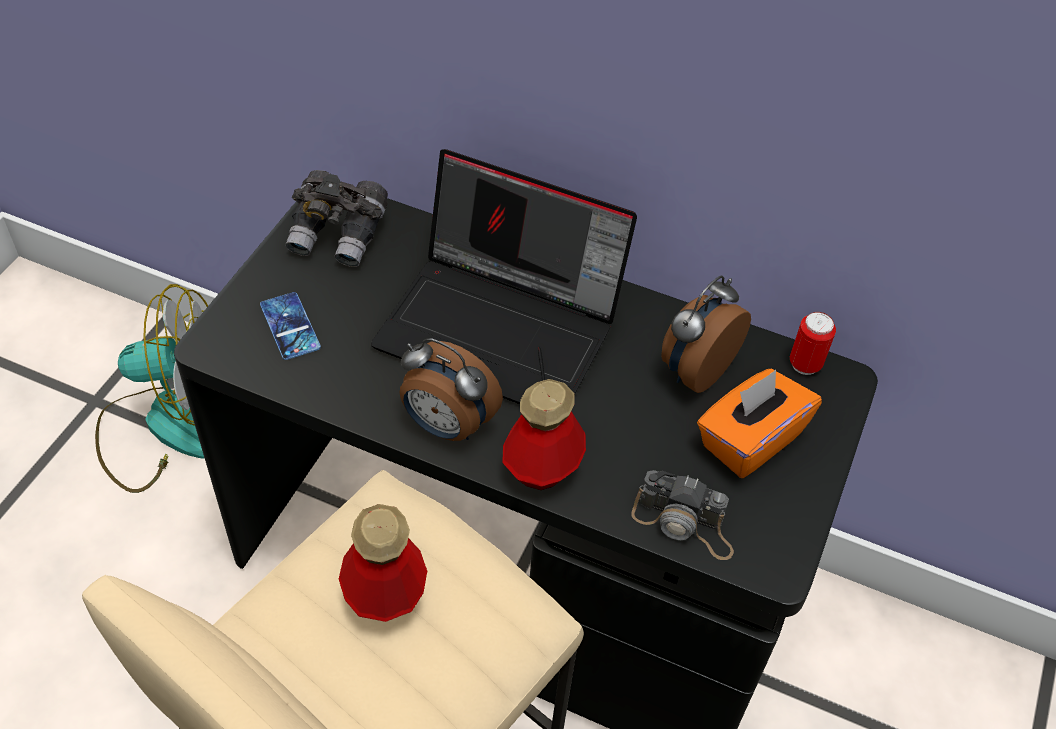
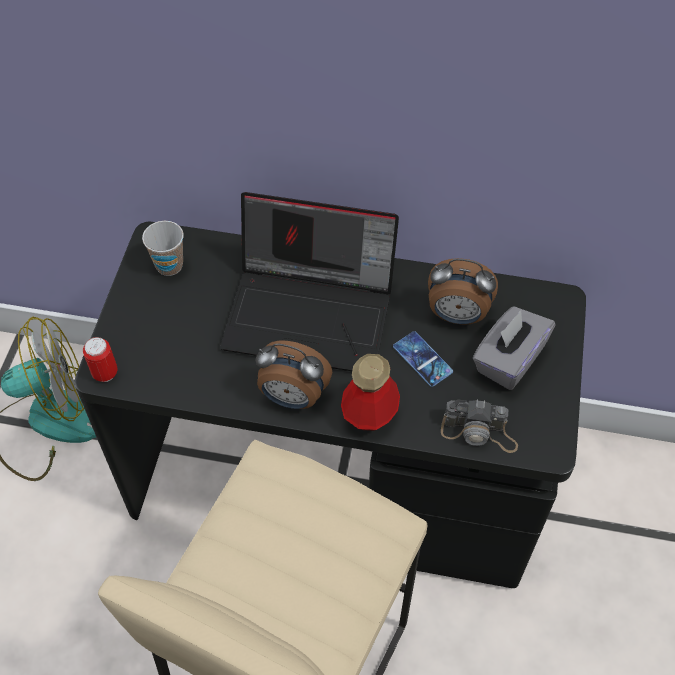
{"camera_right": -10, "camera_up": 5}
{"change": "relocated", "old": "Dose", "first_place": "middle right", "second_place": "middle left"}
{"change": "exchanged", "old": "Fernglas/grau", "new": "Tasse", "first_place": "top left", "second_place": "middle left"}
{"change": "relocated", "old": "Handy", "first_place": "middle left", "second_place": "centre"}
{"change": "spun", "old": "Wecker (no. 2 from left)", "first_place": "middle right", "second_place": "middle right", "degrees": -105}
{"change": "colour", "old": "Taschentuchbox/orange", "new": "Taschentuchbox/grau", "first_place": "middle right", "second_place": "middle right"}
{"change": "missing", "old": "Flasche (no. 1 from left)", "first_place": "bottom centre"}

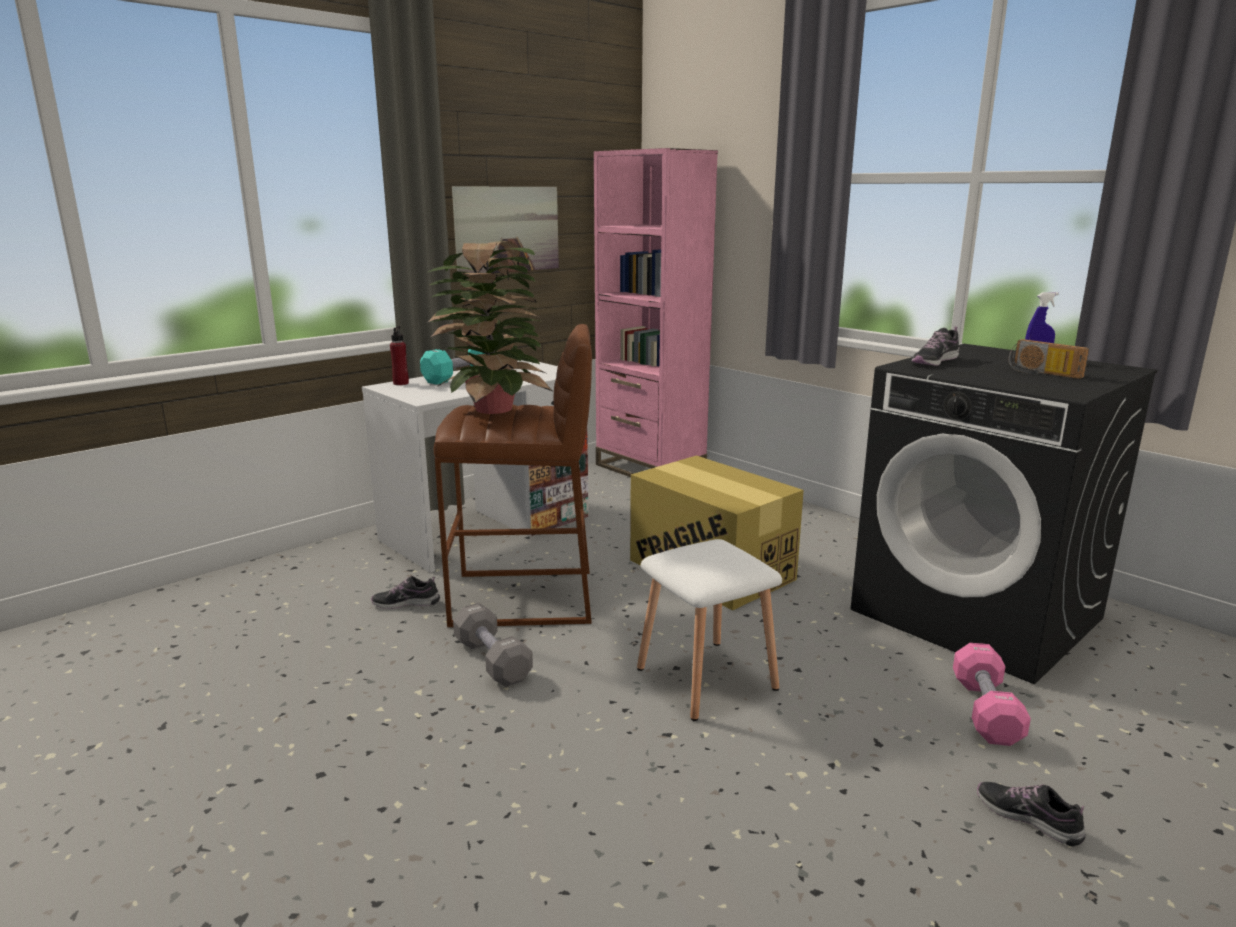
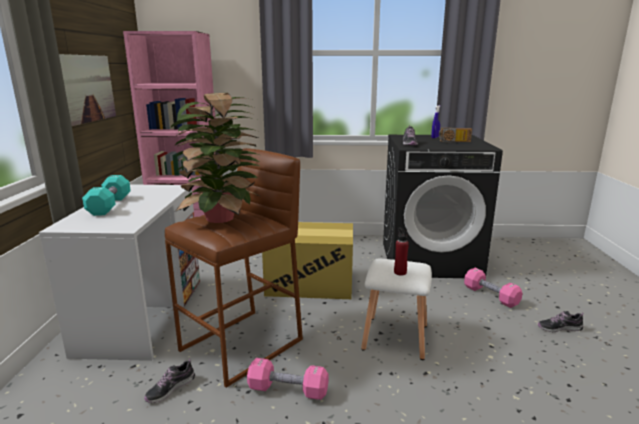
{"camera_right": -45, "camera_up": 0}
{"change": "colour", "old": "Hantel/grau", "new": "Hantel/rosa (no. 1 from left)", "first_place": "bottom centre", "second_place": "bottom centre"}
{"change": "relocated", "old": "Flasche/rot", "first_place": "middle left", "second_place": "centre"}

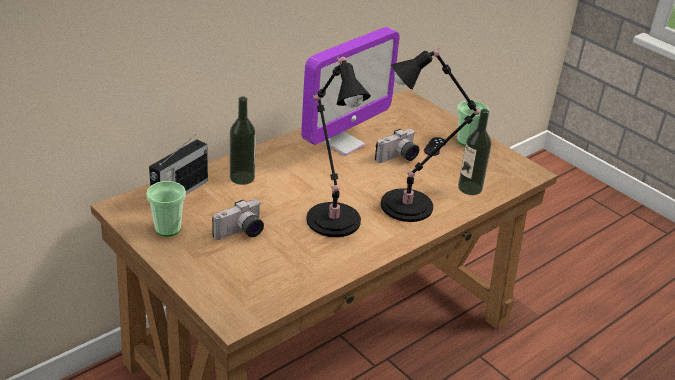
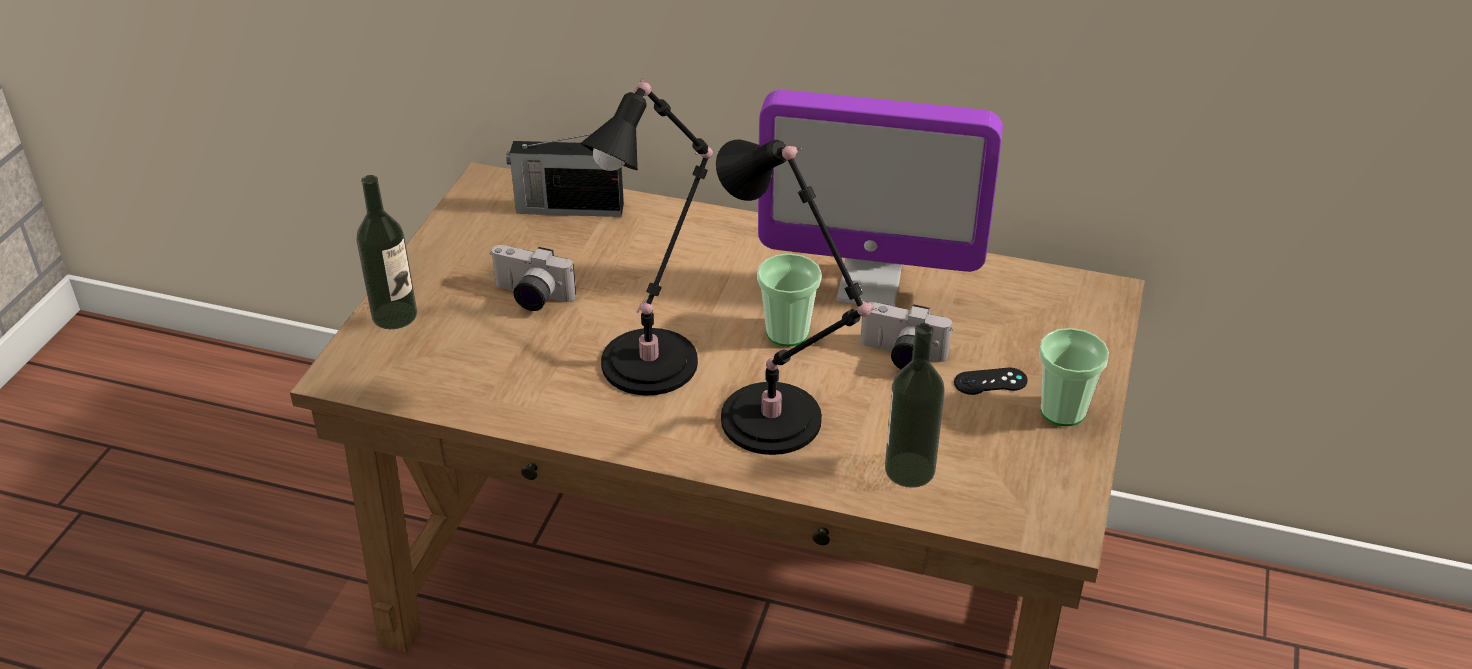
{"camera_right": 60, "camera_up": 5}
{"change": "relocated", "old": "Flasche (no. 1 from left)", "first_place": "centre", "second_place": "middle left"}
{"change": "relocated", "old": "Tasse (no. 1 from left)", "first_place": "middle left", "second_place": "centre"}

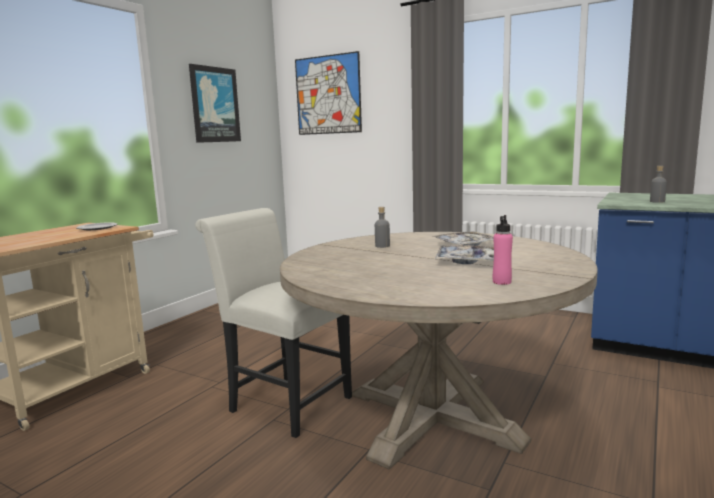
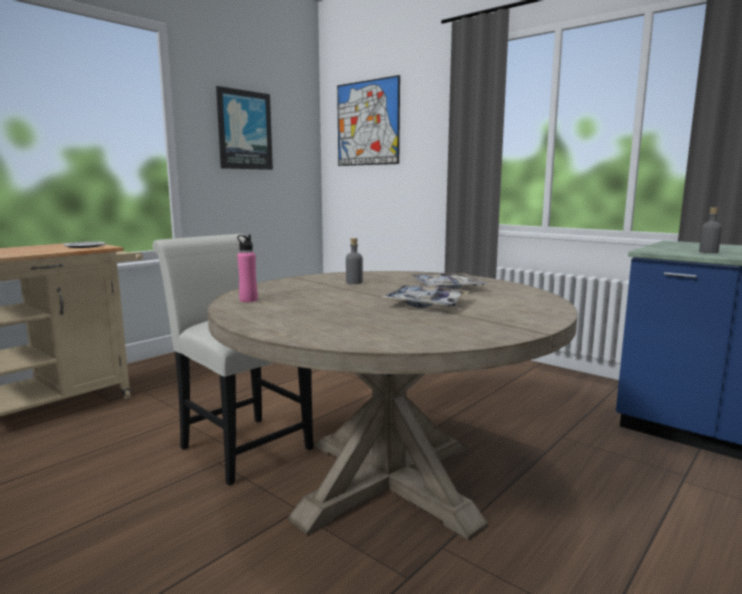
{"camera_right": 10, "camera_up": 0}
{"change": "relocated", "old": "Flasche/rosa", "first_place": "middle right", "second_place": "middle left"}

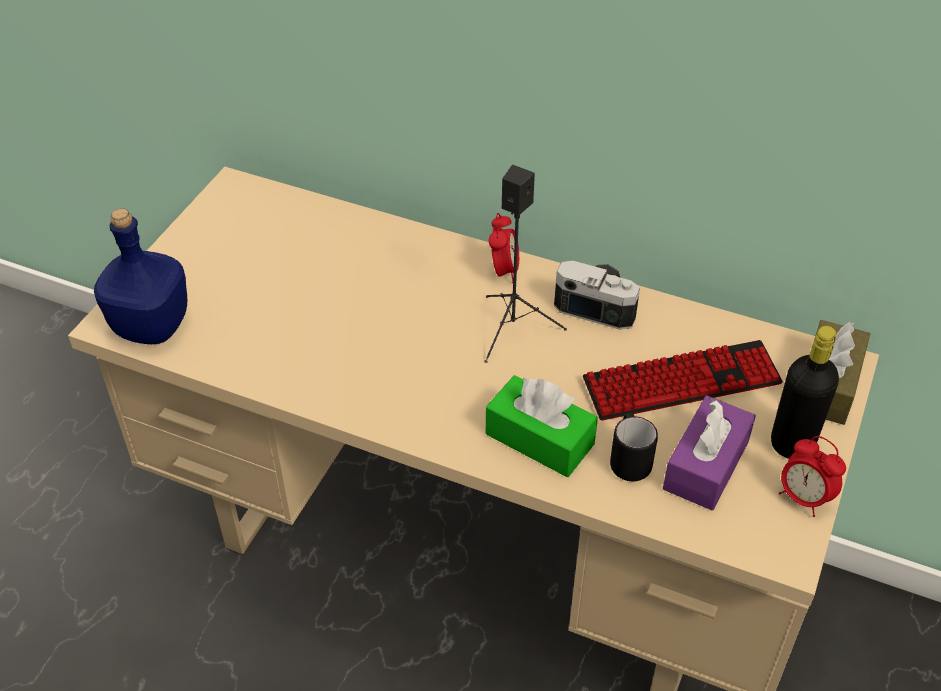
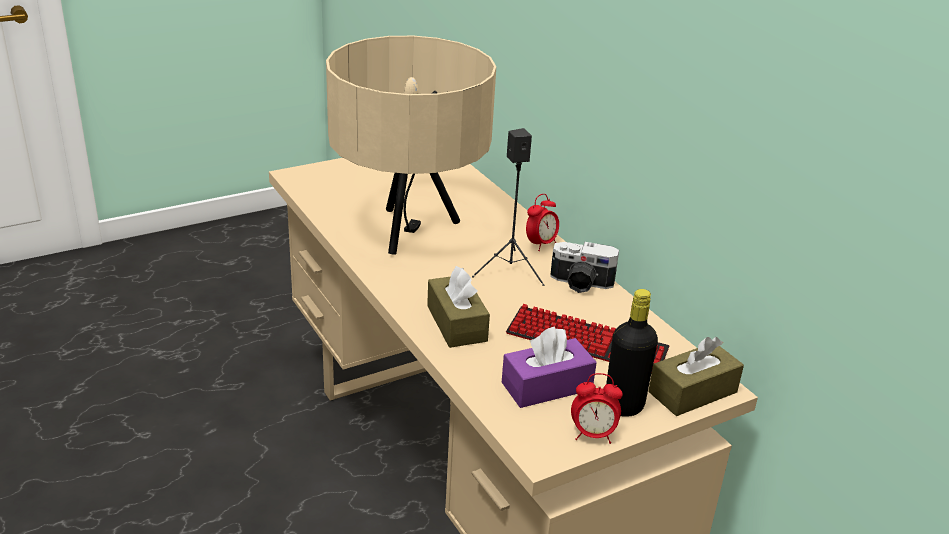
{"camera_right": 35, "camera_up": -15}
{"change": "appeared", "new": "Tischlampe/beige", "second_place": "top centre"}
{"change": "colour", "old": "Taschentuchbox/grün", "new": "Taschentuchbox/braun (no. 1 from left)", "first_place": "centre", "second_place": "centre"}
{"change": "spun", "old": "Kamera", "first_place": "centre", "second_place": "centre", "degrees": 135}
{"change": "spun", "old": "Wecker (no. 2 from left)", "first_place": "bottom right", "second_place": "bottom centre", "degrees": -75}
{"change": "missing", "old": "Flasche/blau", "first_place": "middle left"}
{"change": "missing", "old": "Henkelbecher/schwarz", "first_place": "middle right"}

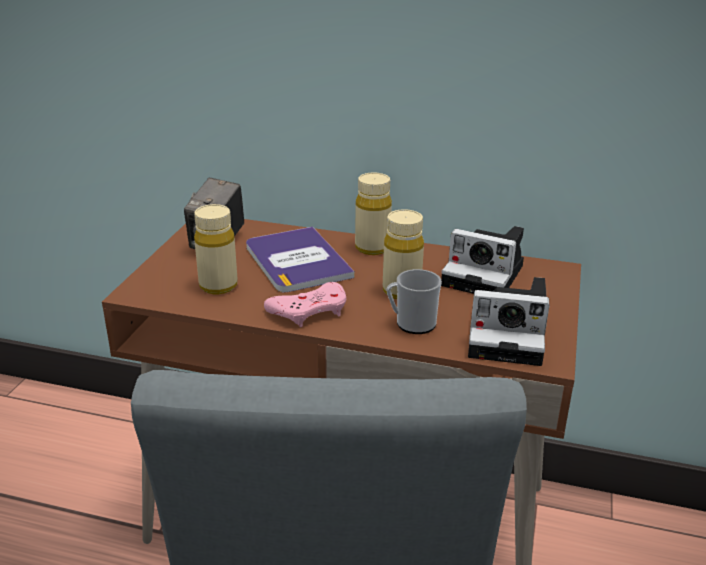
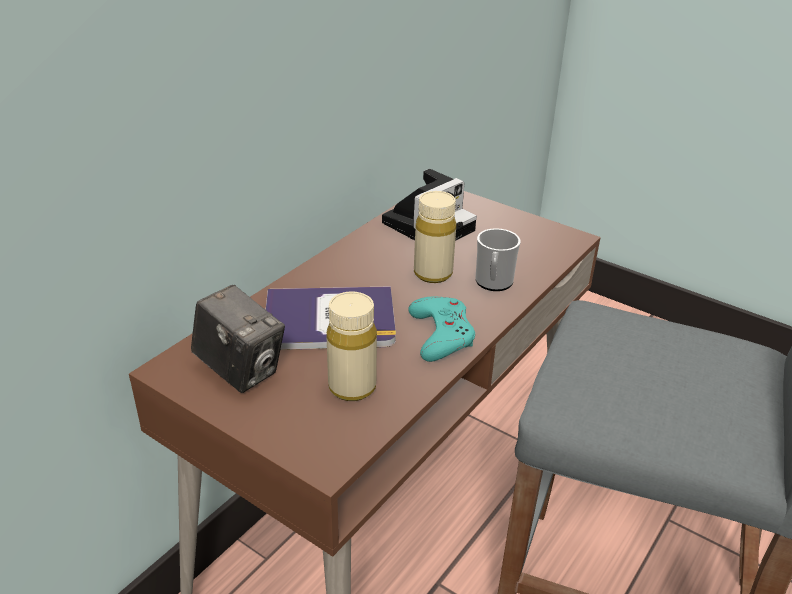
{"camera_right": -70, "camera_up": 5}
{"change": "colour", "old": "Gamepad/rosa", "new": "Gamepad/türkis", "first_place": "centre", "second_place": "centre"}
{"change": "missing", "old": "Flasche/beige (no. 2 from left)", "first_place": "centre"}
{"change": "missing", "old": "Kamera (no. 3 from left)", "first_place": "middle right"}

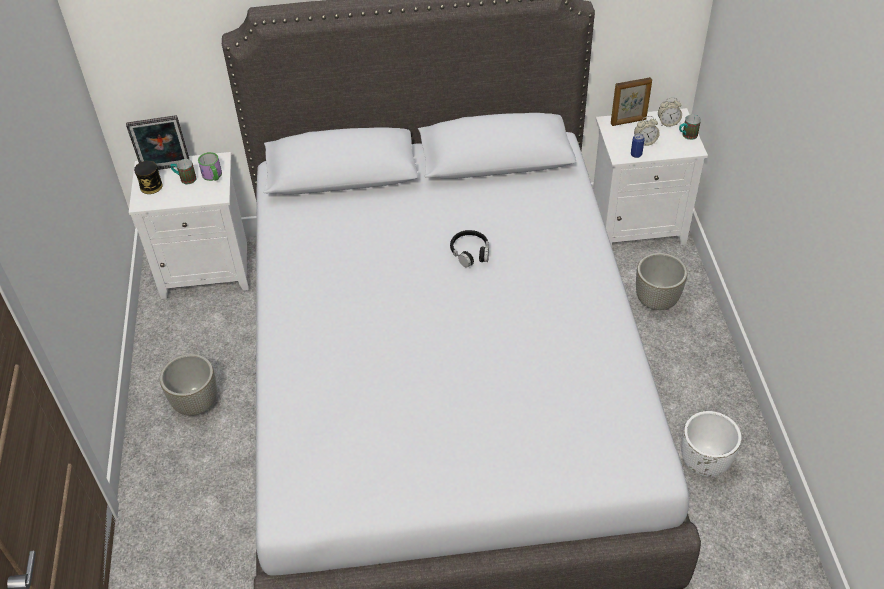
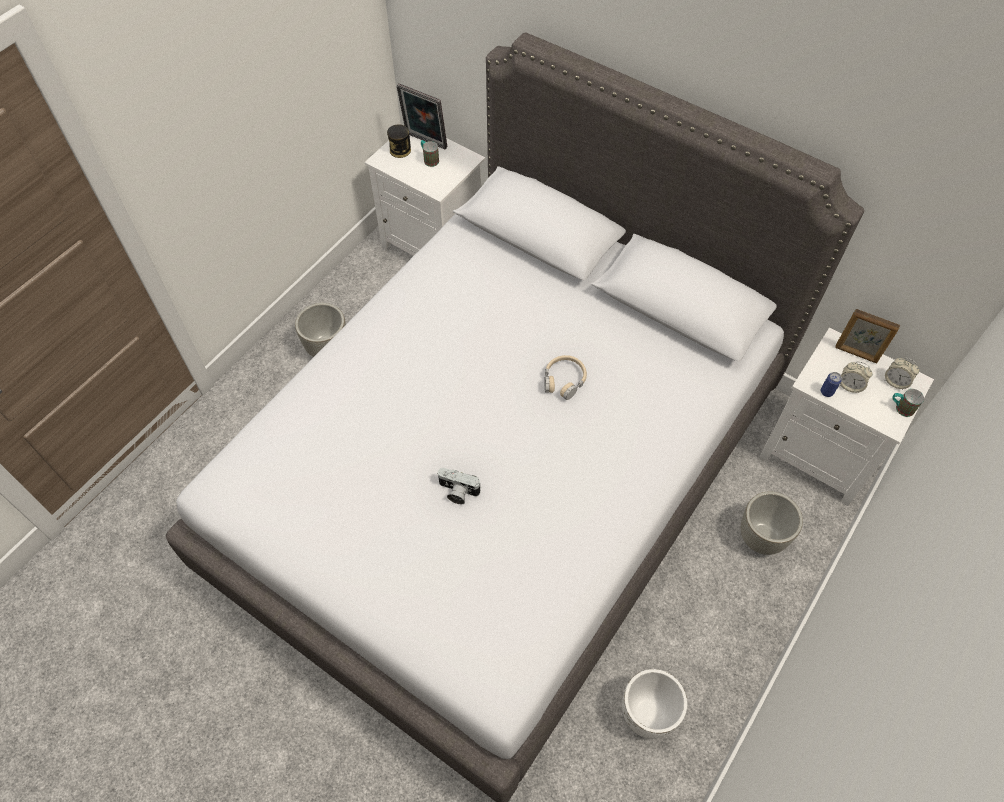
{"camera_right": 40, "camera_up": 10}
{"change": "appeared", "new": "Kamera", "second_place": "centre"}
{"change": "colour", "old": "Kopfhörer/schwarz", "new": "Kopfhörer/beige", "first_place": "centre", "second_place": "centre"}
{"change": "missing", "old": "Henkelbecher (no. 2 from left)", "first_place": "top left"}

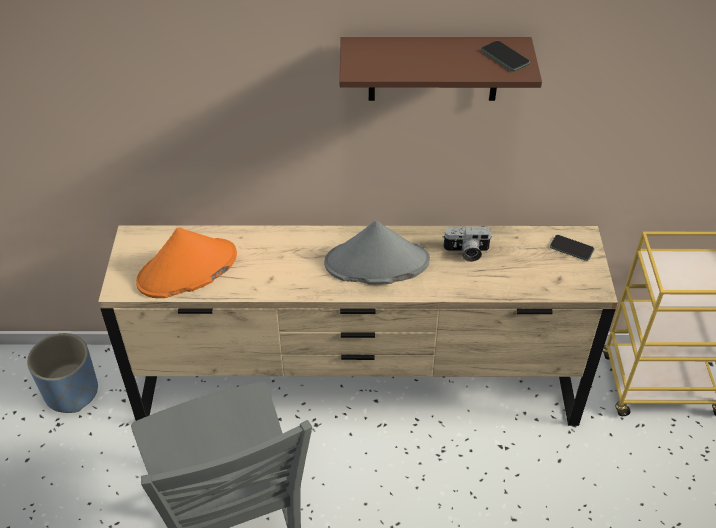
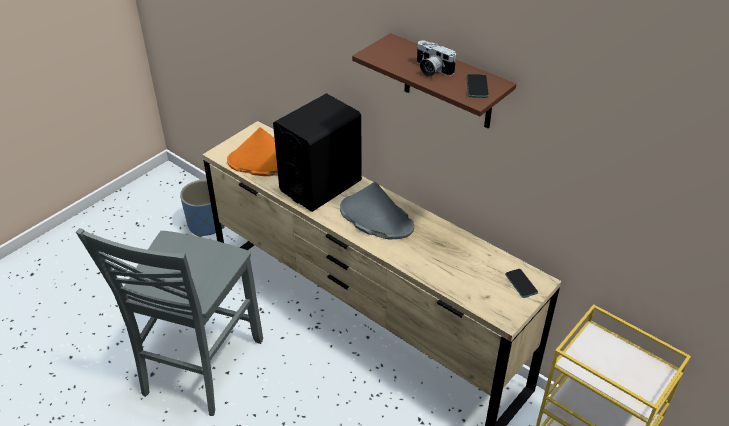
{"camera_right": 40, "camera_up": -5}
{"change": "appeared", "new": "Lautsprecher/schwarz", "second_place": "centre"}
{"change": "relocated", "old": "Kamera", "first_place": "centre", "second_place": "top centre"}

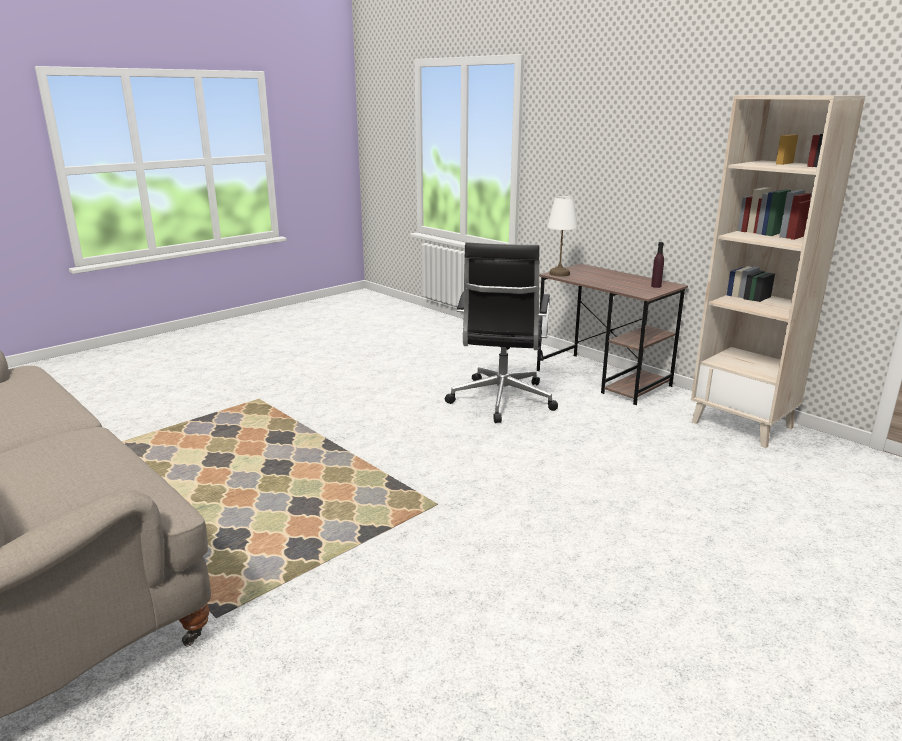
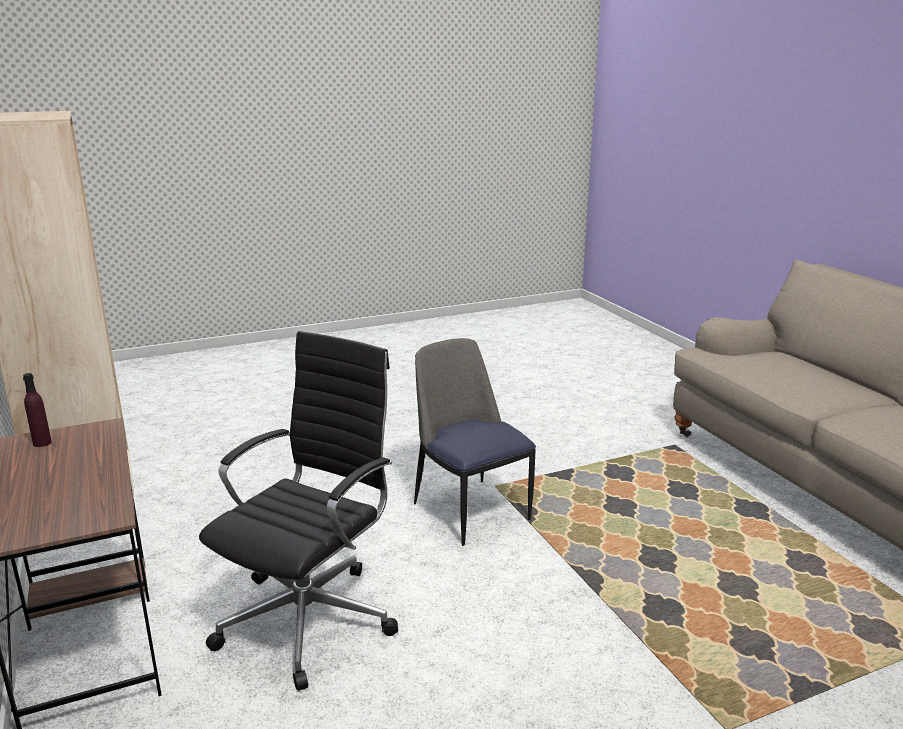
{"camera_right": -160, "camera_up": 0}
{"change": "appeared", "new": "Stuhl", "second_place": "centre"}
{"change": "missing", "old": "Tischlampe/weiß", "first_place": "top centre"}

